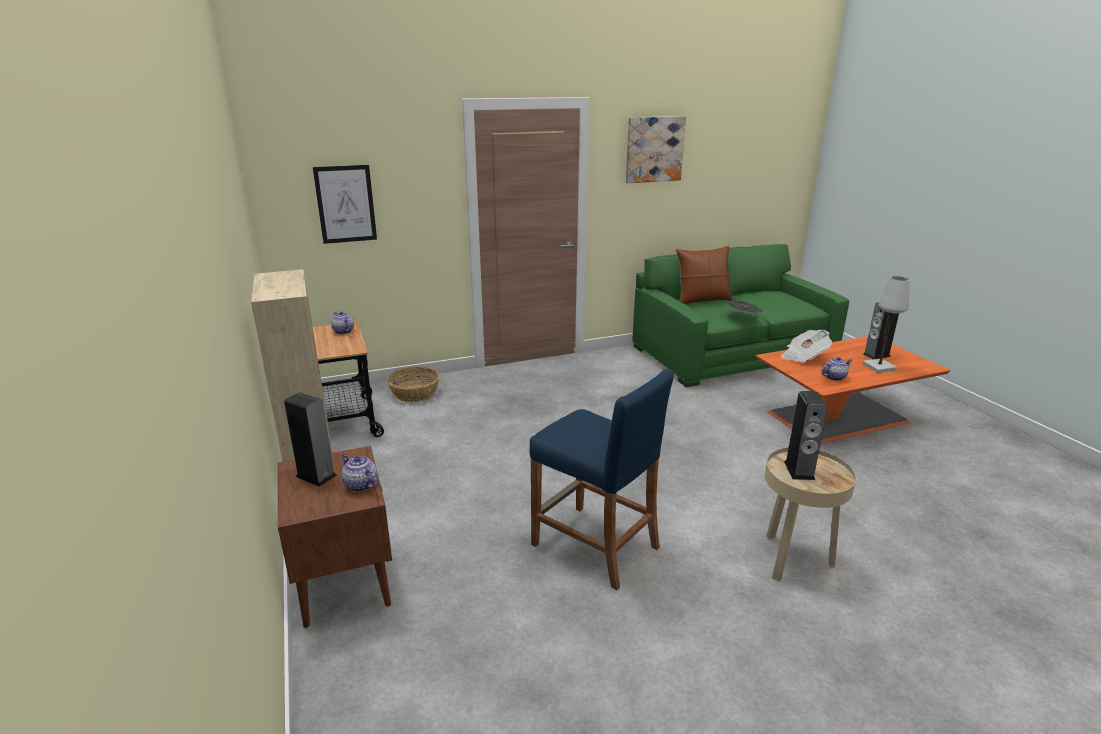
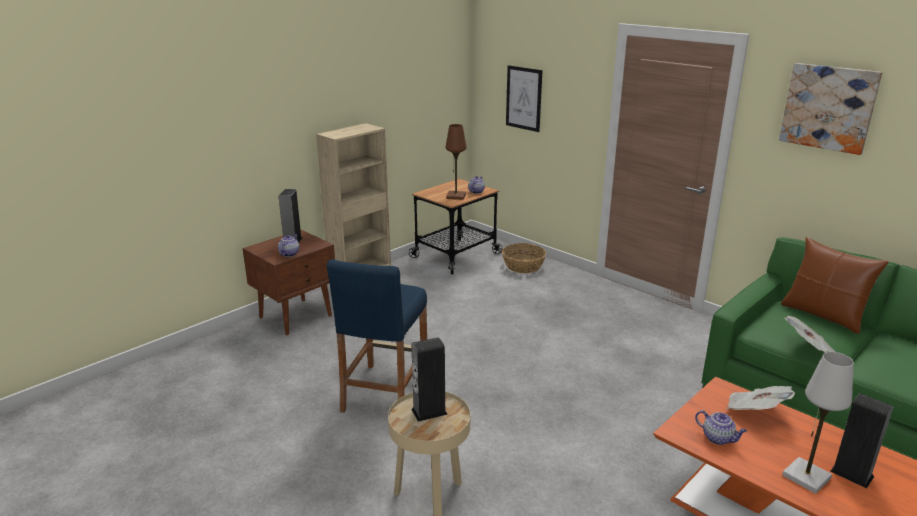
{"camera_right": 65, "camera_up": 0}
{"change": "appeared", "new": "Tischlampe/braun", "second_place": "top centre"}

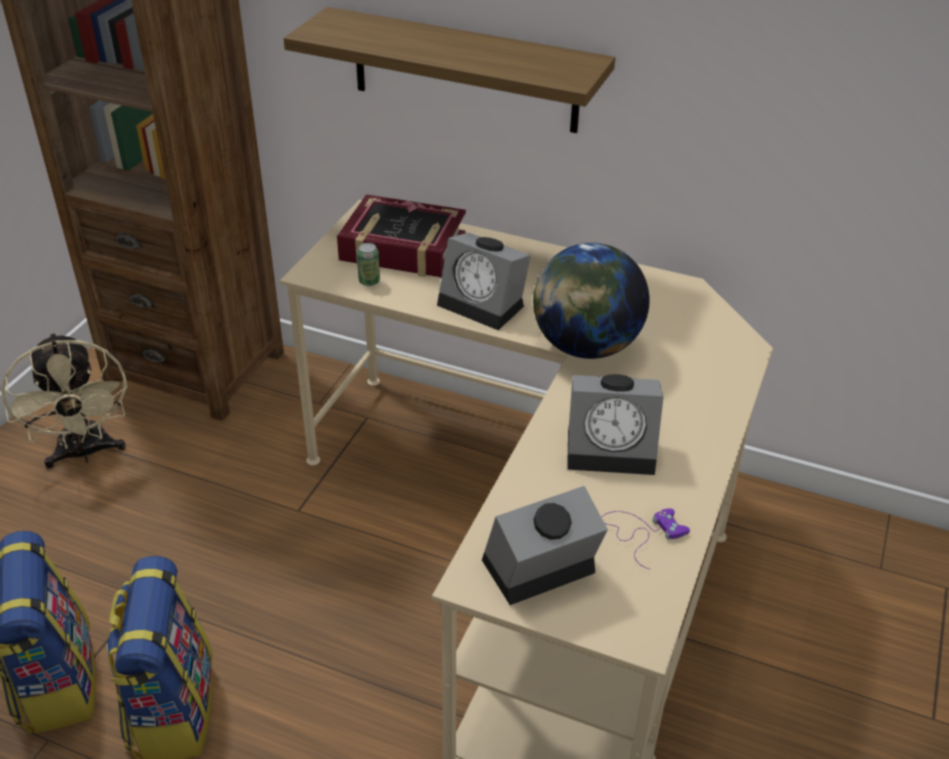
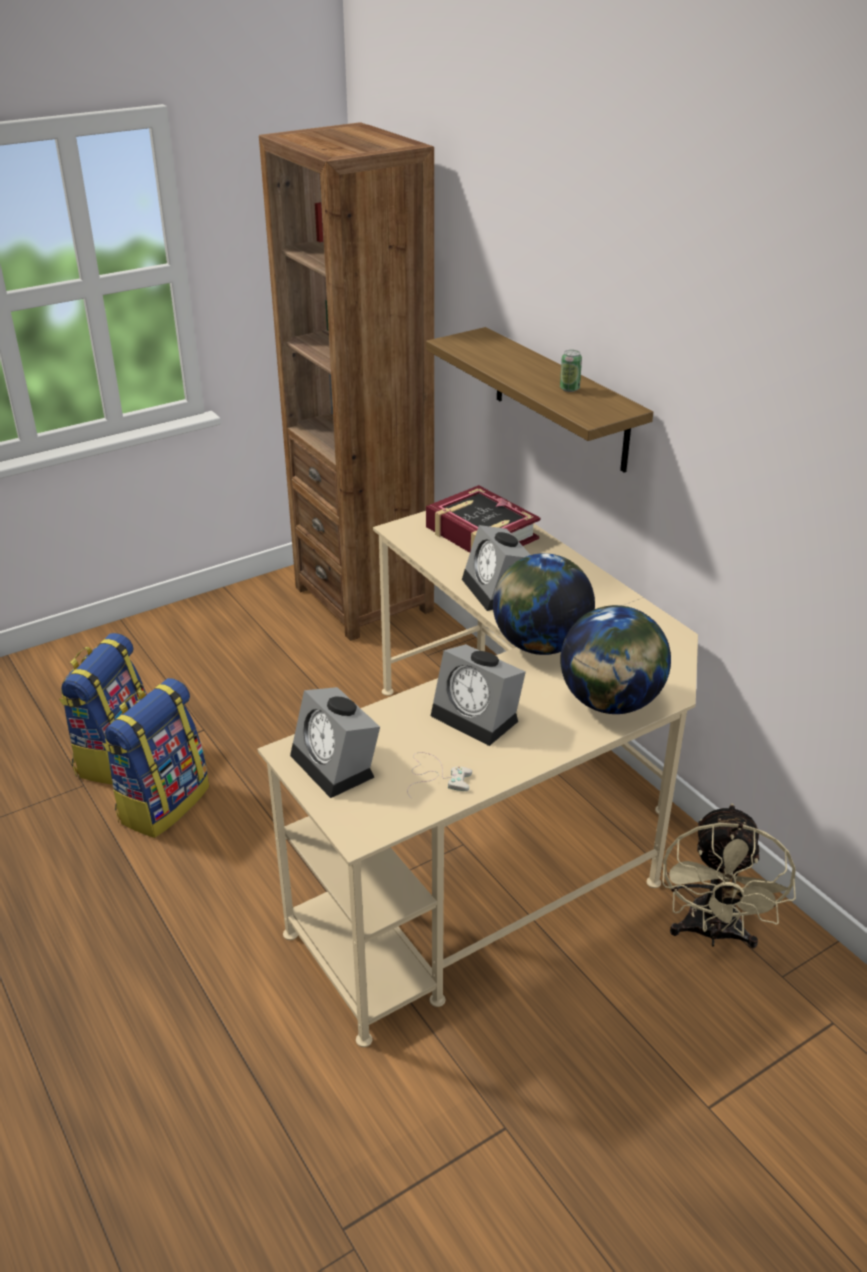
{"camera_right": 35, "camera_up": -5}
{"change": "spun", "old": "Wecker (no. 2 from left in the first image)", "first_place": "bottom centre", "second_place": "centre", "degrees": -135}
{"change": "colour", "old": "Gamepad/lila", "new": "Gamepad/weiß", "first_place": "bottom right", "second_place": "centre"}
{"change": "relocated", "old": "Dose", "first_place": "centre", "second_place": "top centre"}
{"change": "appeared", "new": "Globus (no. 2 from left)", "second_place": "middle right"}
{"change": "relocated", "old": "Ventilator/beige", "first_place": "middle left", "second_place": "bottom right"}

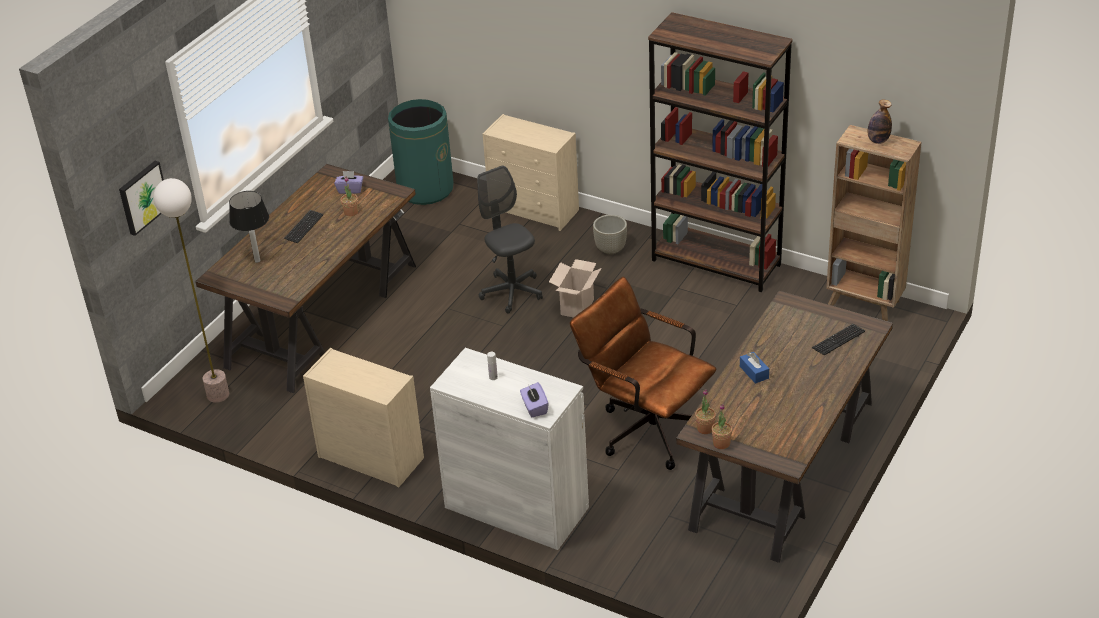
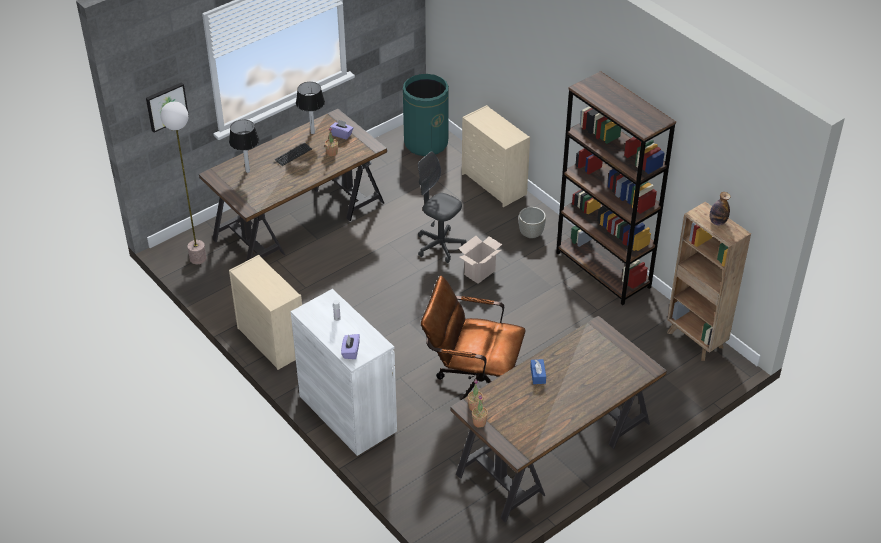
{"camera_right": 20, "camera_up": 5}
{"change": "appeared", "new": "Tischlampe (no. 2 from left)", "second_place": "top centre"}
{"change": "spun", "old": "Bürostuhl/grau", "first_place": "centre", "second_place": "centre", "degrees": -45}
{"change": "spun", "old": "Bürostuhl/braun", "first_place": "centre", "second_place": "centre", "degrees": -45}
{"change": "missing", "old": "Tastatur (no. 2 from left)", "first_place": "middle right"}

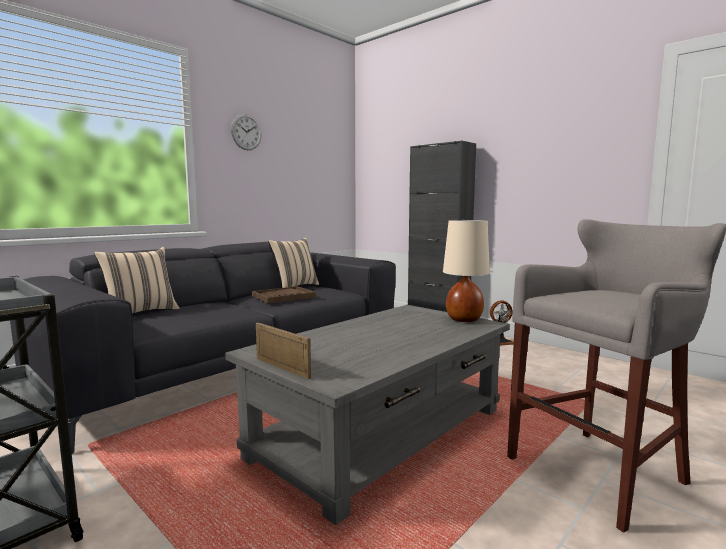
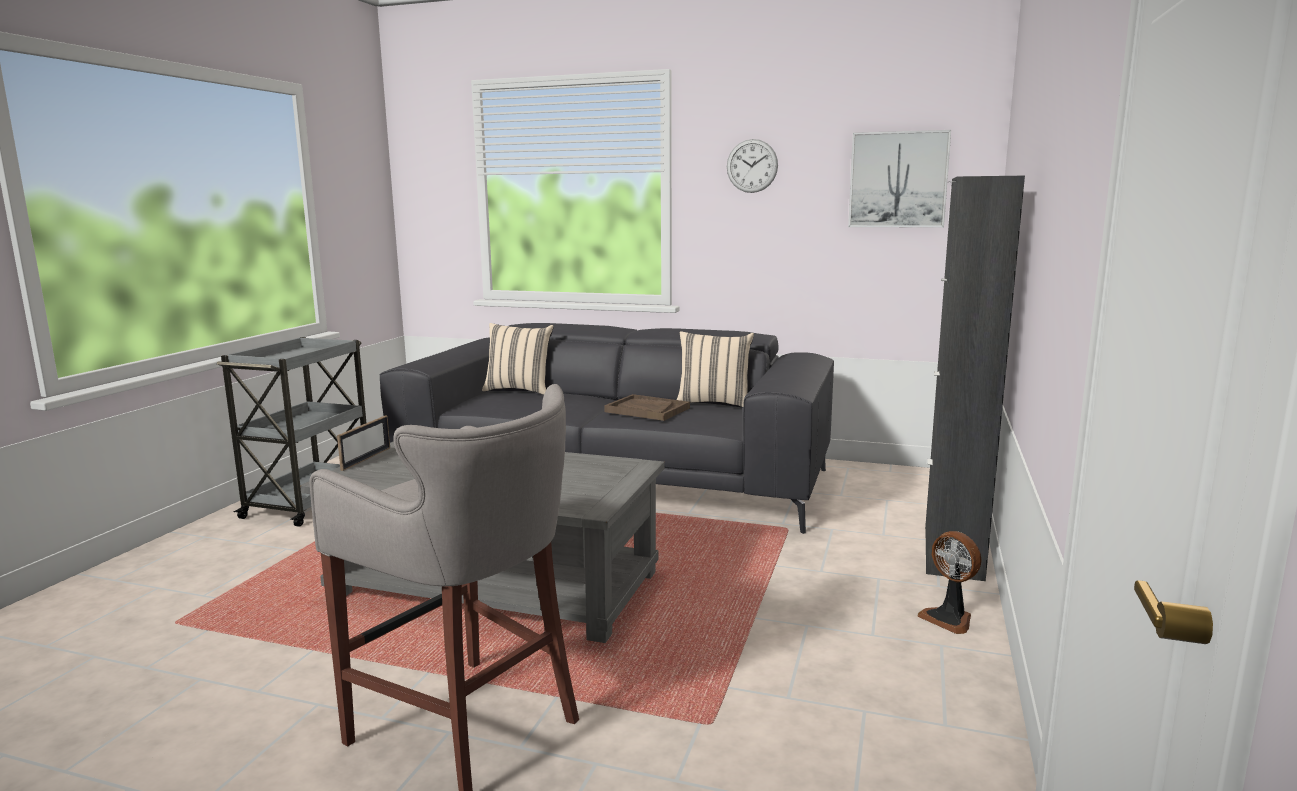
{"camera_right": 65, "camera_up": 5}
{"change": "appeared", "new": "Bild", "second_place": "top right"}
{"change": "missing", "old": "Tischlampe/beige", "first_place": "centre"}

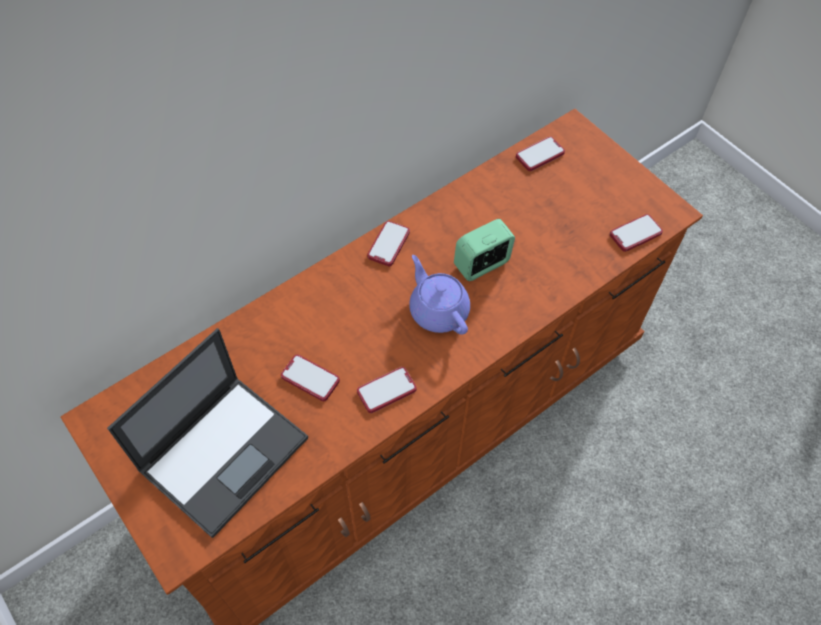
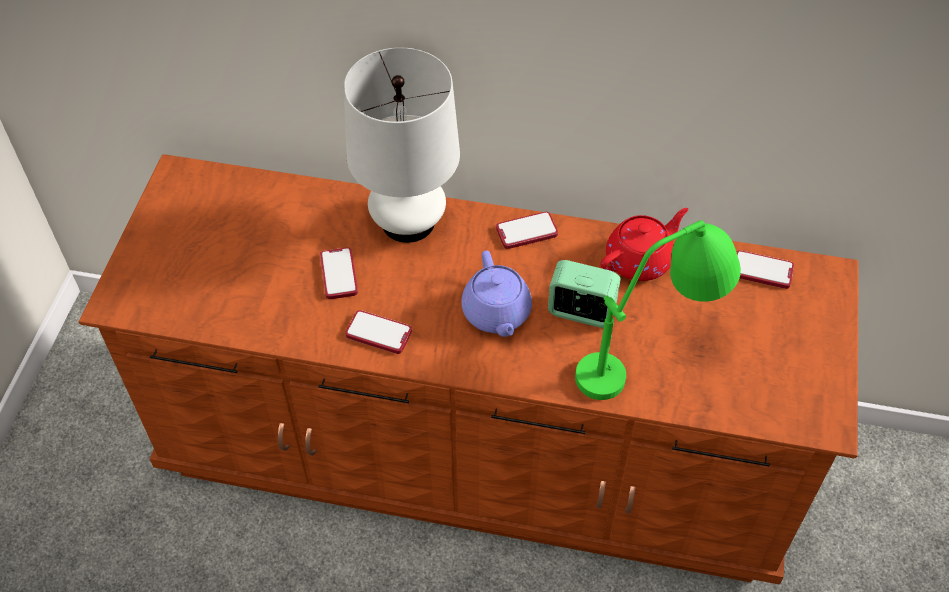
{"camera_right": 50, "camera_up": -5}
{"change": "appeared", "new": "Tischlampe/weiß", "second_place": "top centre"}
{"change": "spun", "old": "Teekanne/lila", "first_place": "centre", "second_place": "centre", "degrees": 150}
{"change": "appeared", "new": "Tischlampe/grün", "second_place": "middle right"}
{"change": "appeared", "new": "Teekanne/rot", "second_place": "middle right"}
{"change": "missing", "old": "Laptop", "first_place": "bottom left"}
{"change": "missing", "old": "Handy (no. 5 from left)", "first_place": "middle right"}

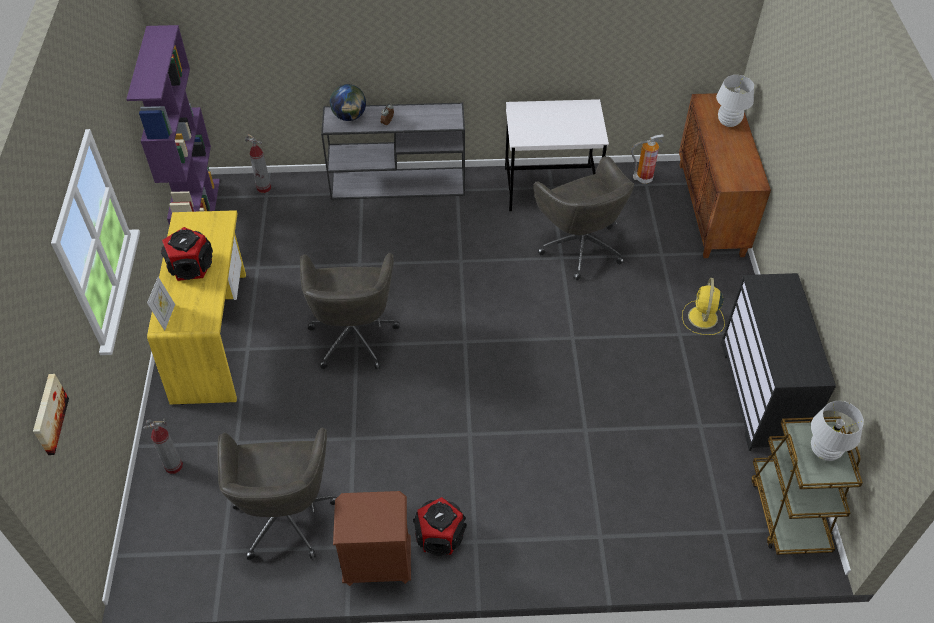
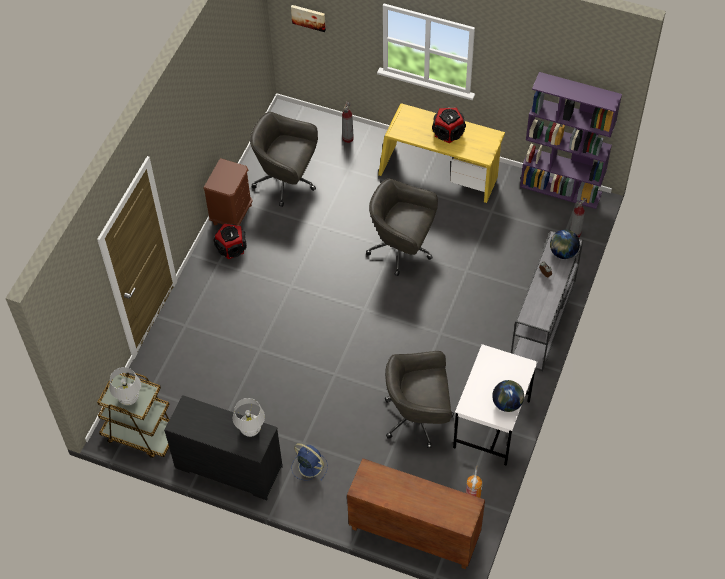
{"camera_right": 115, "camera_up": 5}
{"change": "relocated", "old": "Tischlampe/weiß (no. 1 from left in the first image)", "new": "Tischlampe/weiß (no. 2 from left)", "first_place": "top right", "second_place": "bottom centre"}
{"change": "colour", "old": "Ventilator/gelb", "new": "Ventilator/blau", "first_place": "middle right", "second_place": "bottom centre"}
{"change": "appeared", "new": "Globus (no. 1 from left)", "second_place": "bottom right"}
{"change": "missing", "old": "Bilderrahmen", "first_place": "middle left"}

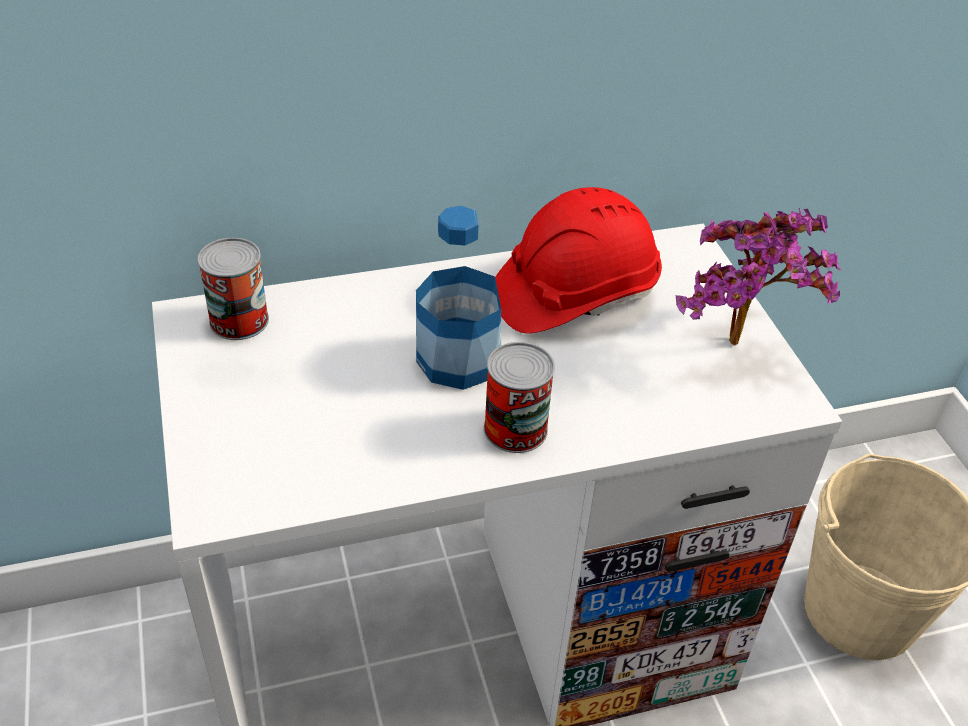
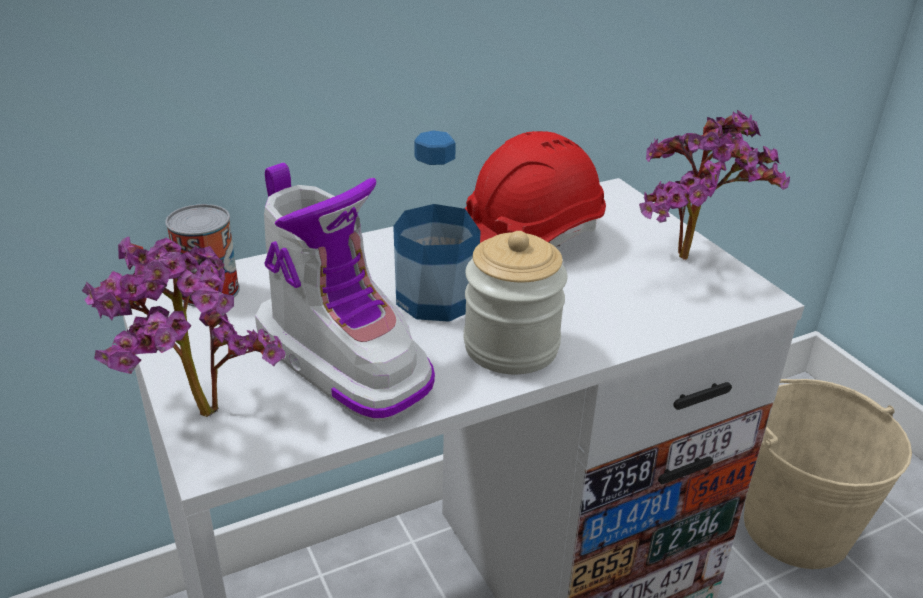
{"camera_right": -10, "camera_up": -10}
{"change": "appeared", "new": "Topfpflanze (no. 1 from left)", "second_place": "middle left"}
{"change": "appeared", "new": "Stiefel", "second_place": "centre"}
{"change": "exchanged", "old": "Dose (no. 2 from left)", "new": "Vorratsglas", "first_place": "centre", "second_place": "centre"}

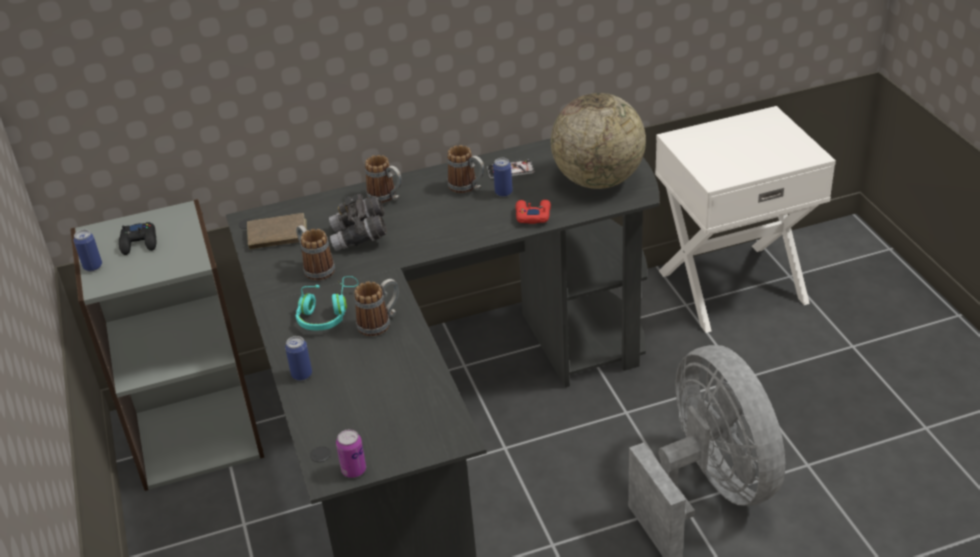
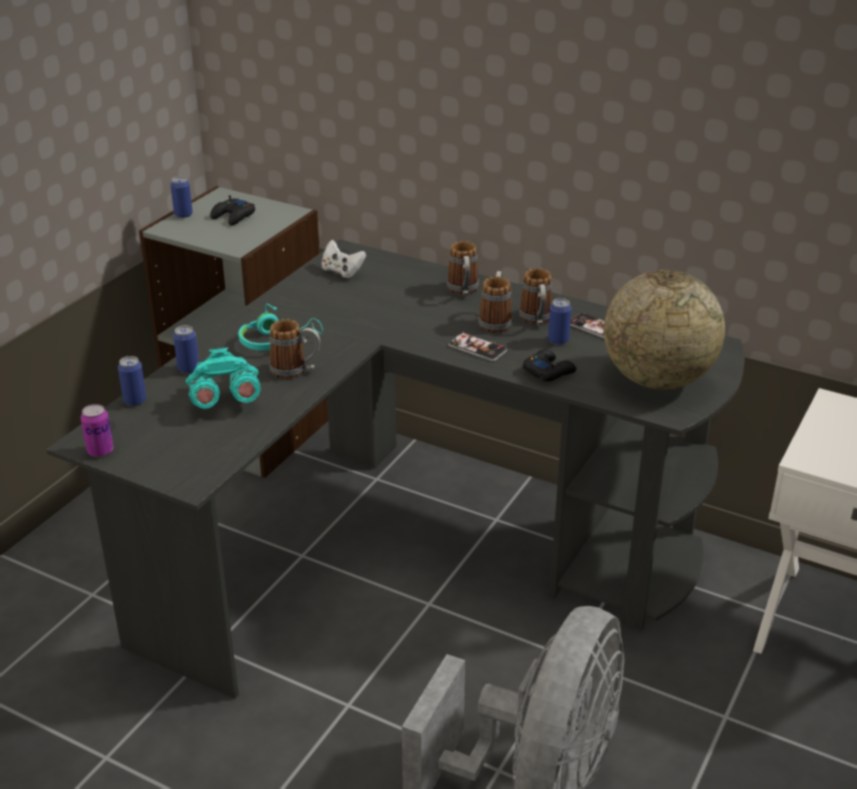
{"camera_right": 45, "camera_up": -5}
{"change": "appeared", "new": "Dose (no. 2 from left)", "second_place": "middle left"}
{"change": "appeared", "new": "Fernglas/türkis", "second_place": "middle left"}
{"change": "exchanged", "old": "Buch/braun", "new": "Gamepad/weiß", "first_place": "middle left", "second_place": "top centre"}
{"change": "appeared", "new": "Handy (no. 1 from left)", "second_place": "centre"}
{"change": "relocated", "old": "Henkelbecher (no. 1 from left in the first image)", "new": "Henkelbecher (no. 3 from left)", "first_place": "middle left", "second_place": "centre"}
{"change": "colour", "old": "Gamepad/rot", "new": "Gamepad/schwarz (no. 2 from left)", "first_place": "centre", "second_place": "centre"}
{"change": "missing", "old": "Fernglas/grau", "first_place": "centre"}

